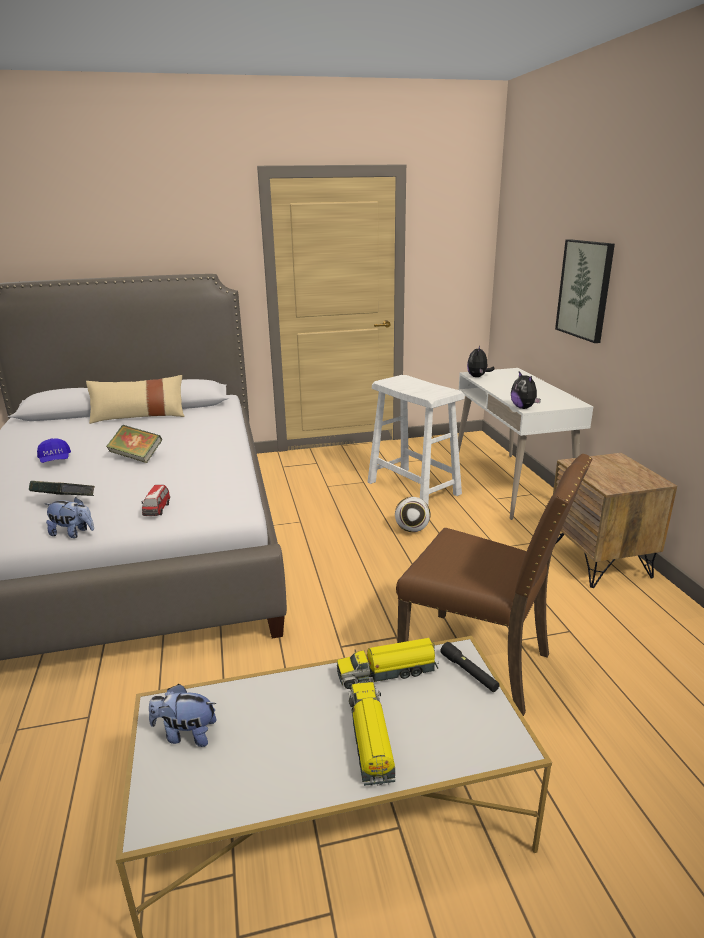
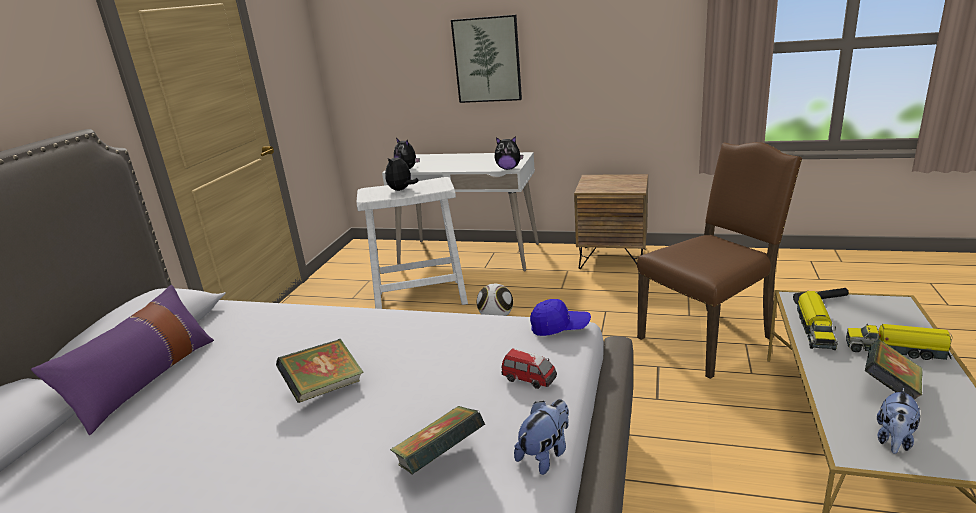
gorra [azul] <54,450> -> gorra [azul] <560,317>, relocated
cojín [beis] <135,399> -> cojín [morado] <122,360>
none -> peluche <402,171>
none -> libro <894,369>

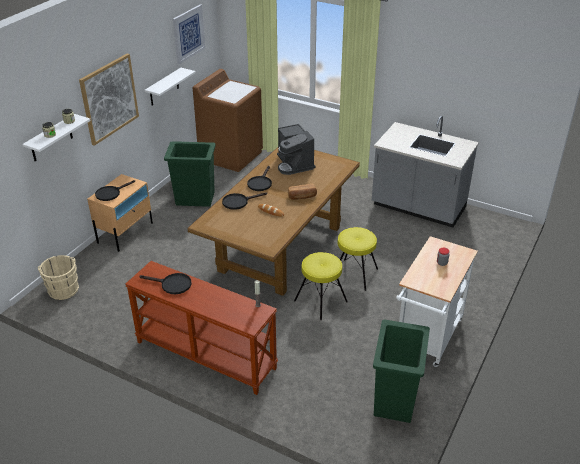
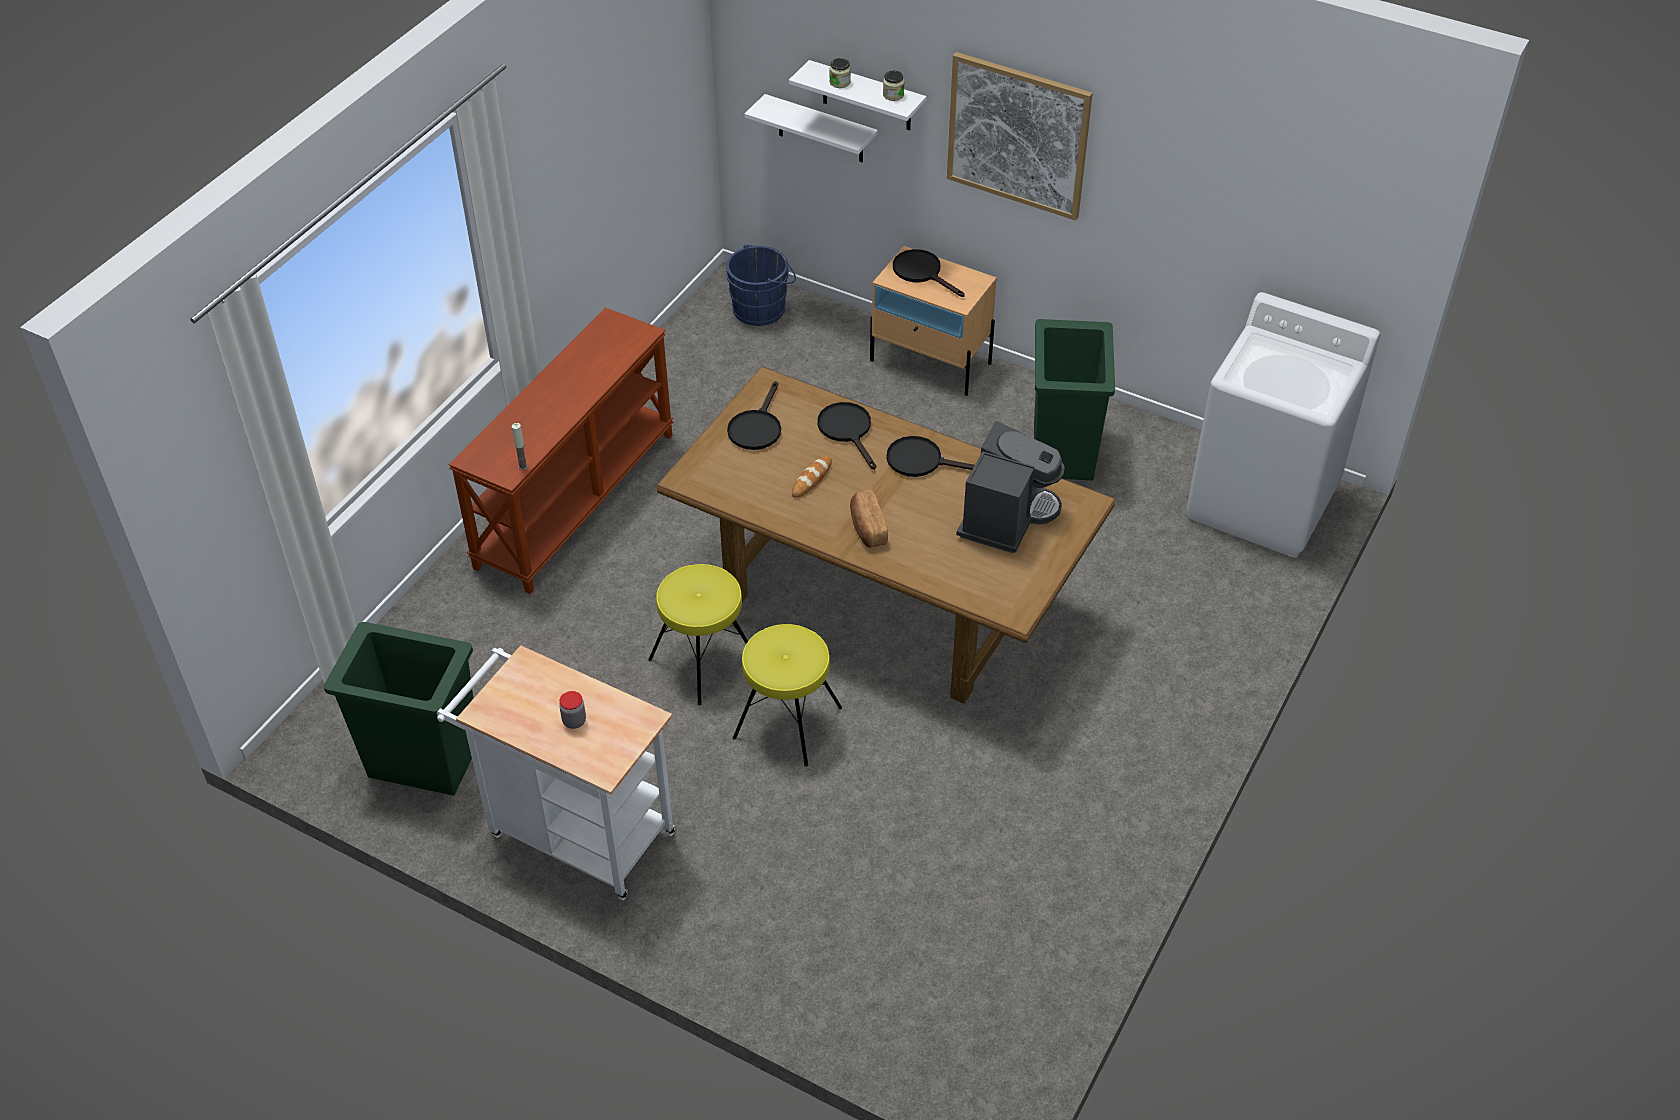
cubo [beis] <58,277> -> cubo [azul] <761,285>
sartén [negro] <165,283> -> sartén [negro] <754,415>, relocated
estante [blanco] <170,87> -> estante [blanco] <811,128>, relocated
cuadro <189,34> -> none
lavadora [marrón] <228,120> -> lavadora [blanco] <1283,425>
cafetera <296,149> -> cafetera <1010,487>, 135 degrees clockwise
mueble bajo de cocina [gris] <425,172> -> none

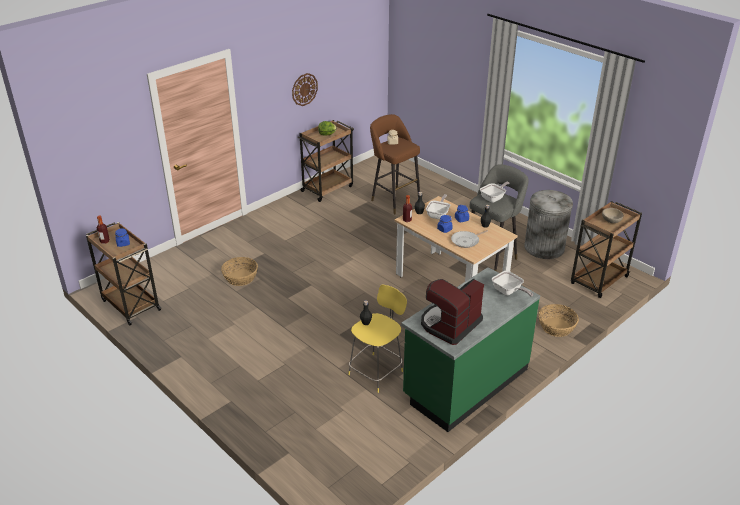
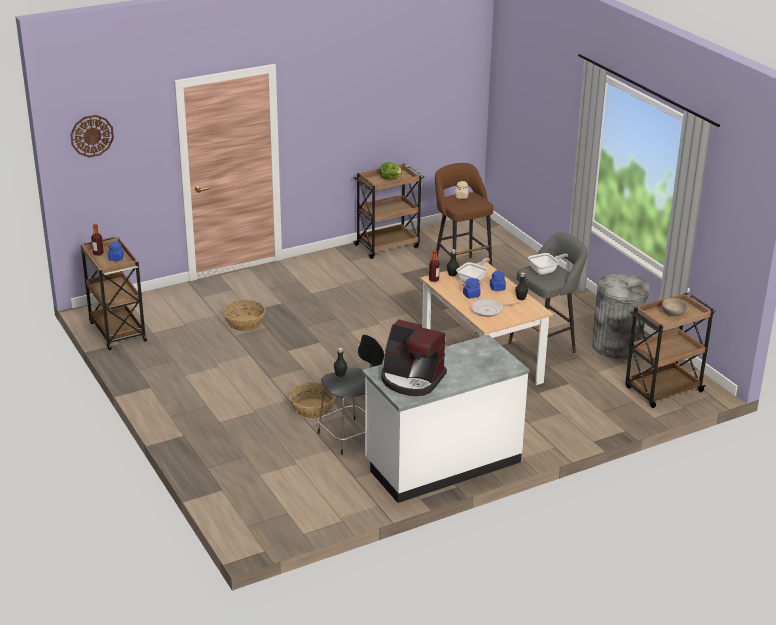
reloj de pared <305,89> -> reloj de pared <92,136>, relocated
taburete [amarillo] <377,339> -> taburete [negro] <351,394>
mueble bajo de cocina [verde] <470,349> -> mueble bajo de cocina [blanco] <445,419>
cafetera <452,312> -> cafetera <414,357>, 120 degrees counterclockwise
sartén <512,284> -> none
cesta <558,320> -> cesta <312,400>, relocated

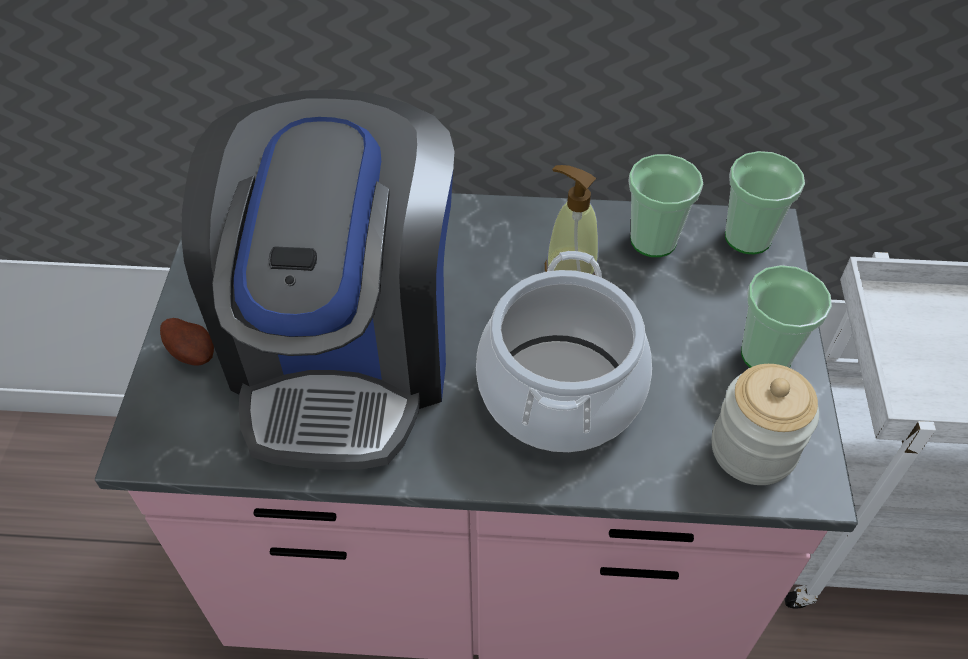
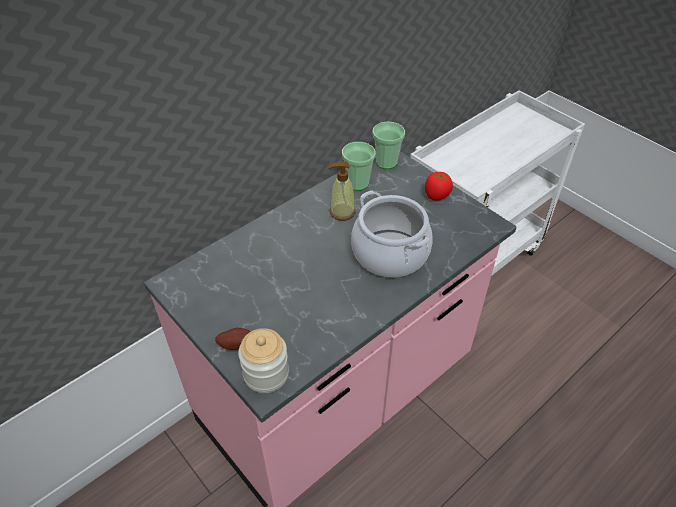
cafetera <318,279> -> none
tarro <765,424> -> tarro <263,360>, relocated
taza <786,316> -> tomate <439,186>

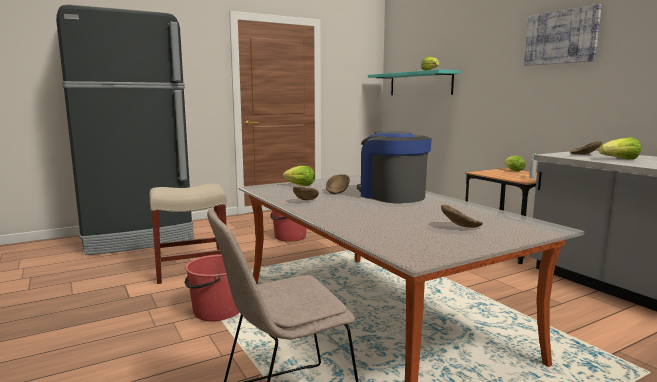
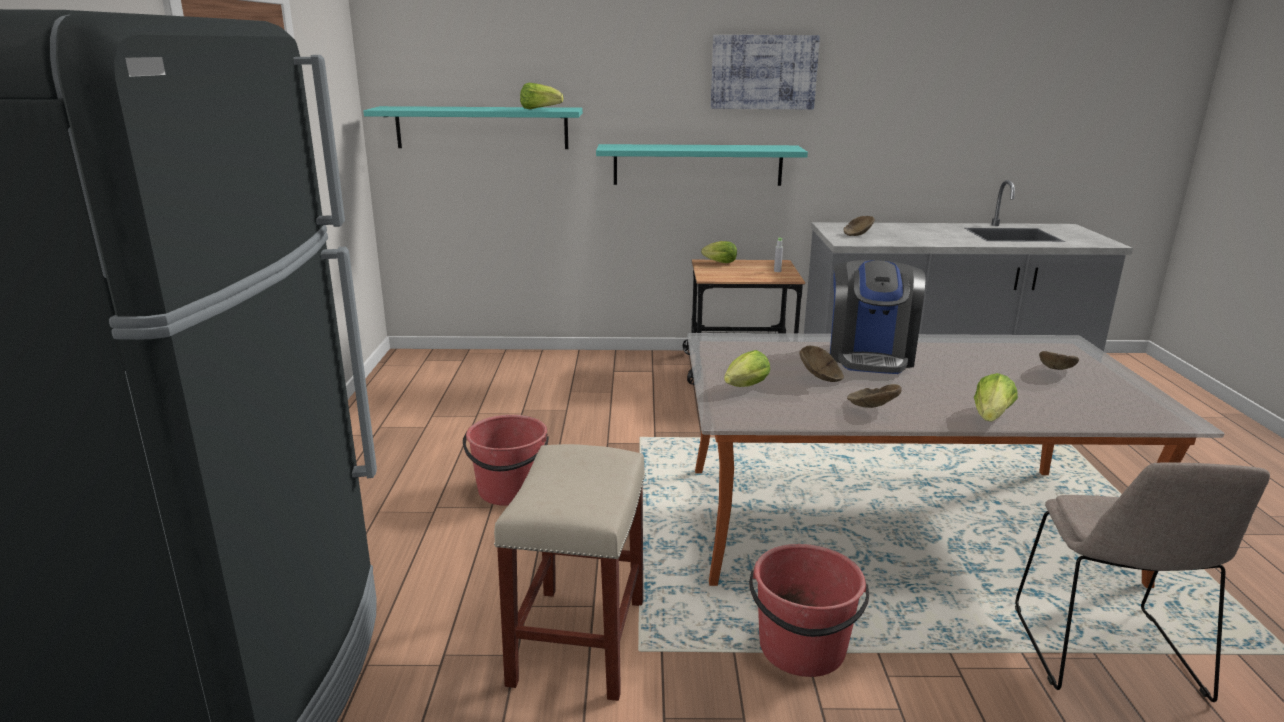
cafetera <394,167> -> cafetera <877,317>, 75 degrees counterclockwise
lechuga <620,148> -> lechuga <996,397>, relocated
none -> estante [turquesa] <702,165>

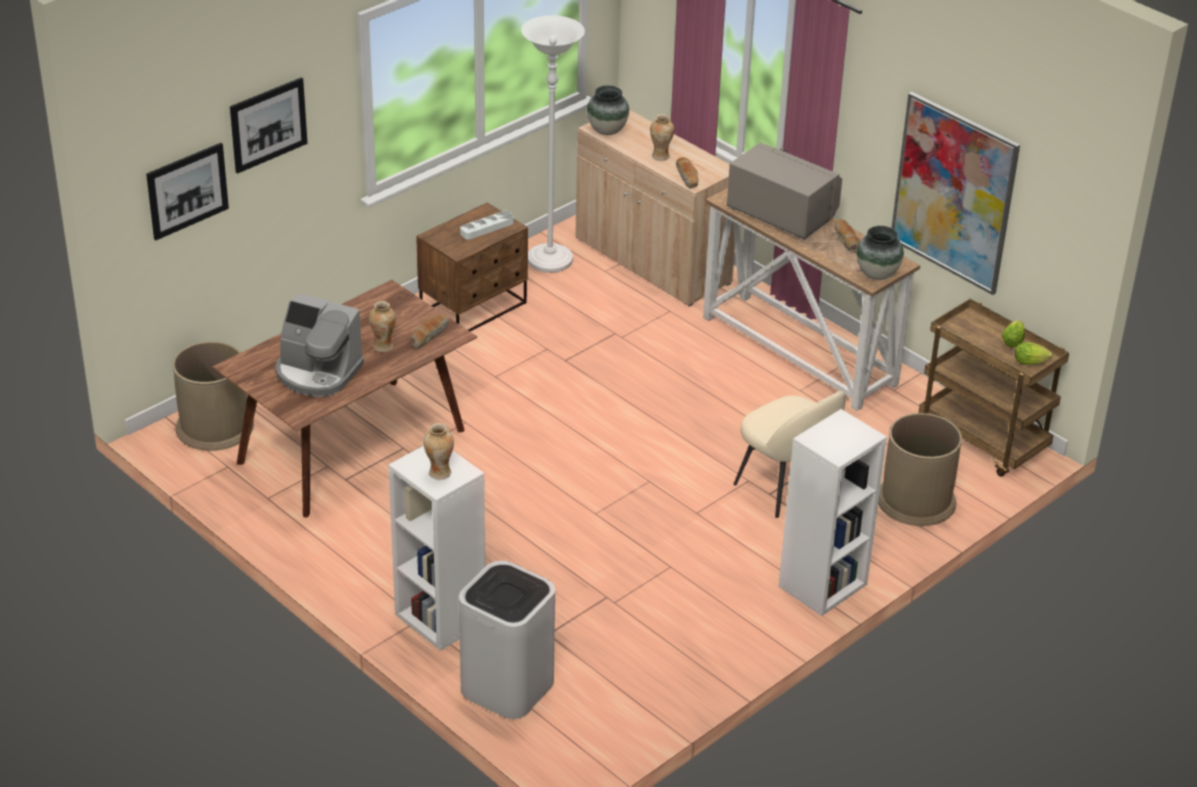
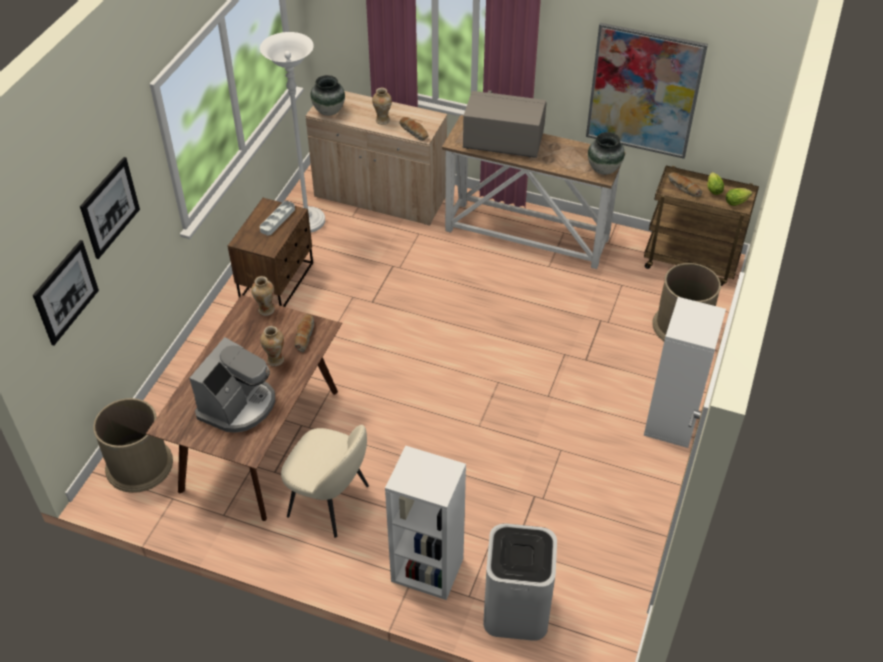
cafetera <320,345> -> cafetera <232,385>, 60 degrees counterclockwise
florero <438,451> -> florero <263,296>, relocated
silla [beis] <789,454> -> silla [beis] <325,481>, relocated
pan <847,236> -> pan <685,184>, relocated

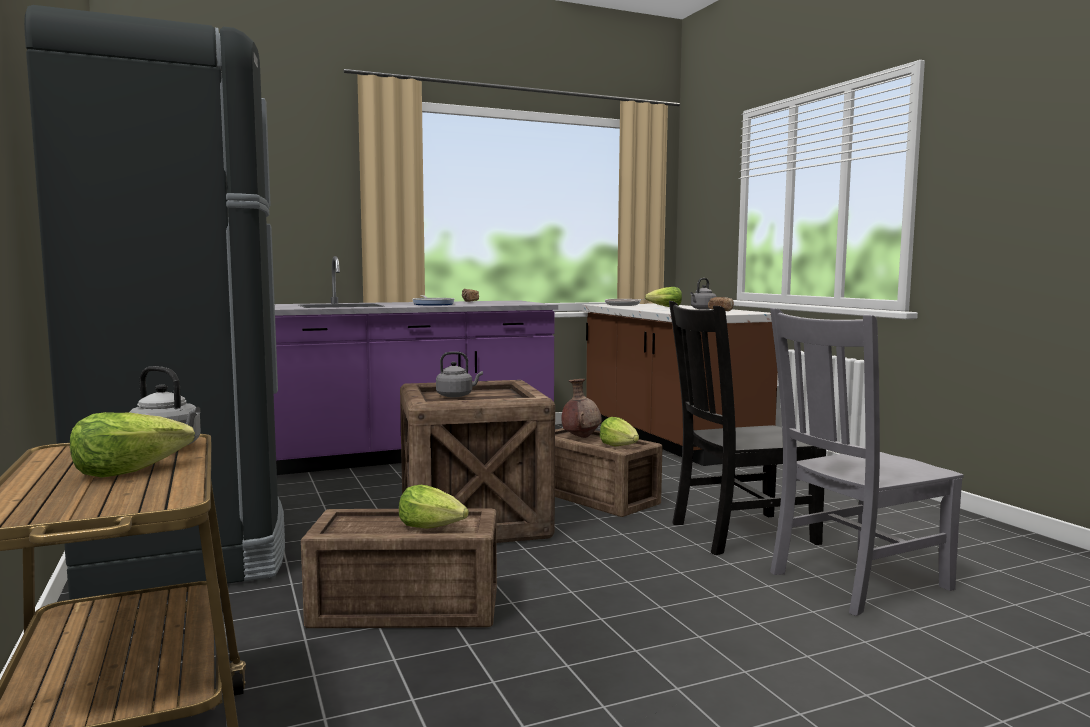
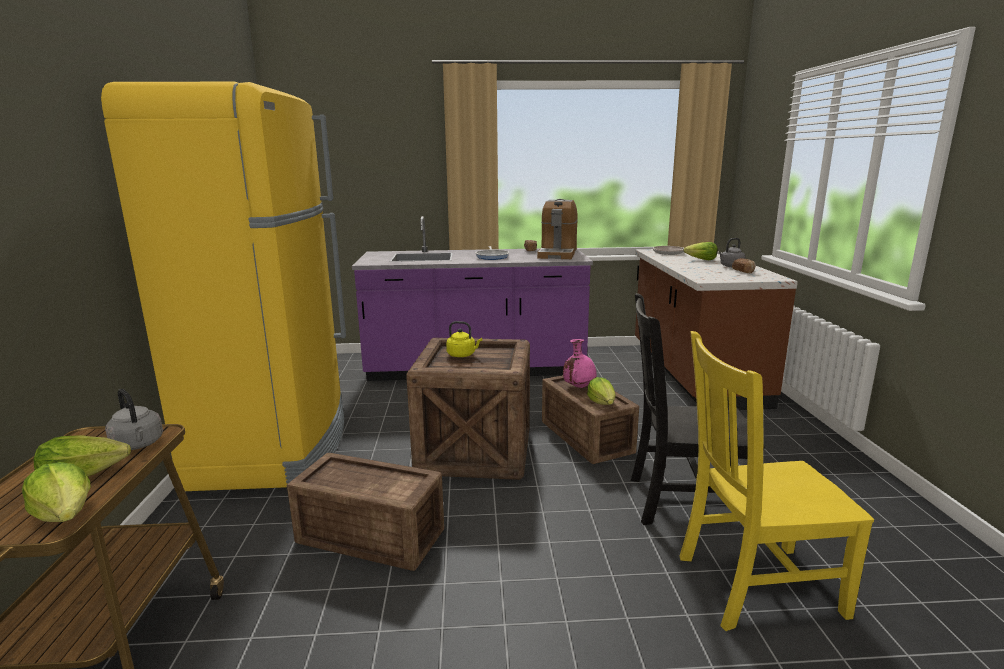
nevera [negro] <154,302> -> nevera [amarillo] <223,286>
lechuga <434,507> -> lechuga <56,492>, relocated
hervidor [gris] <459,374> -> hervidor [amarillo] <464,339>
florero [marrón] <581,408> -> florero [rosa] <580,363>
silla [gris] <867,462> -> silla [amarillo] <777,481>
none -> cafetera <557,229>

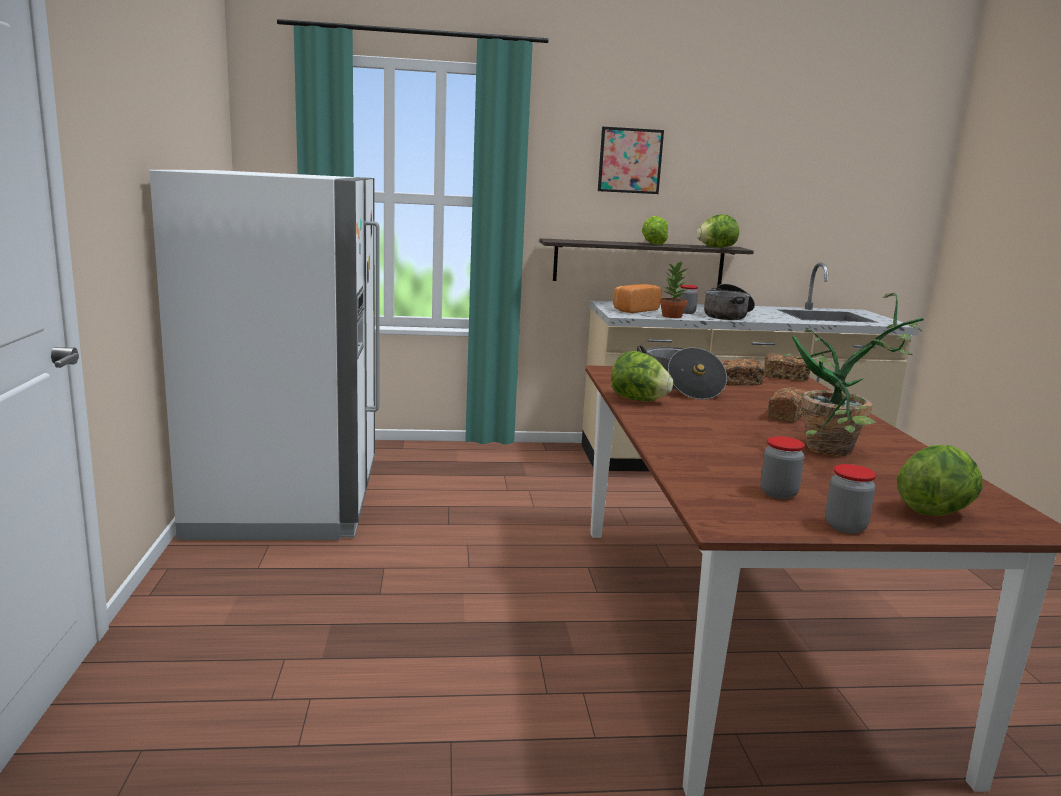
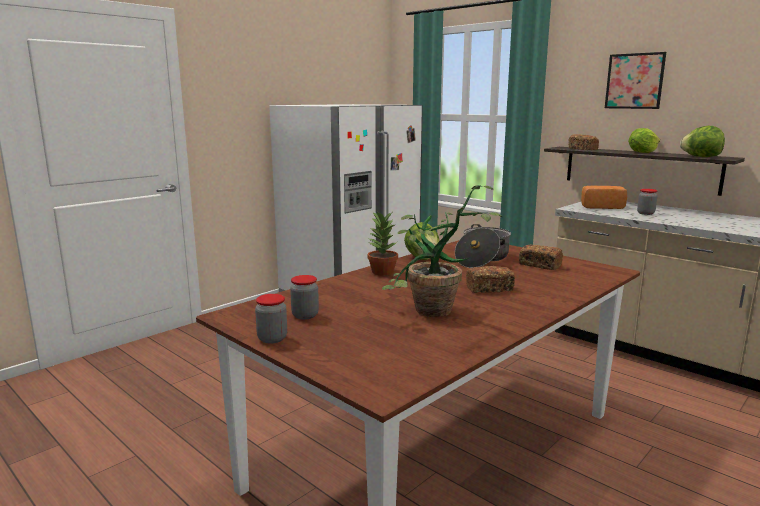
planta en maceta <673,290> -> planta en maceta <383,243>, relocated
olla <729,302> -> none
pan <787,367> -> pan <583,142>, relocated
lechuga <940,480> -> none

